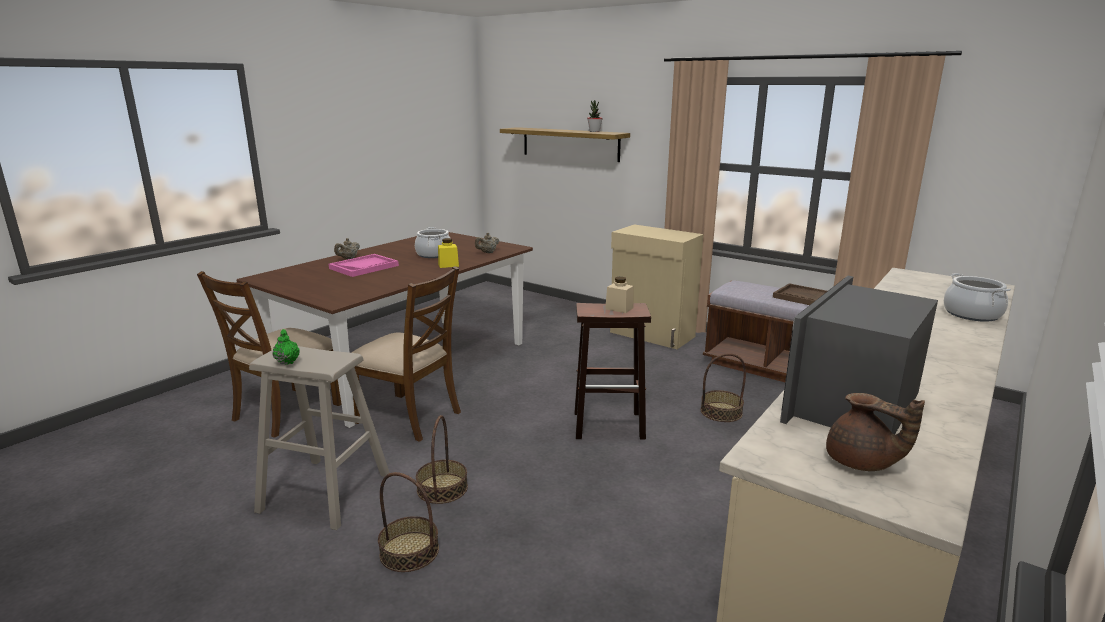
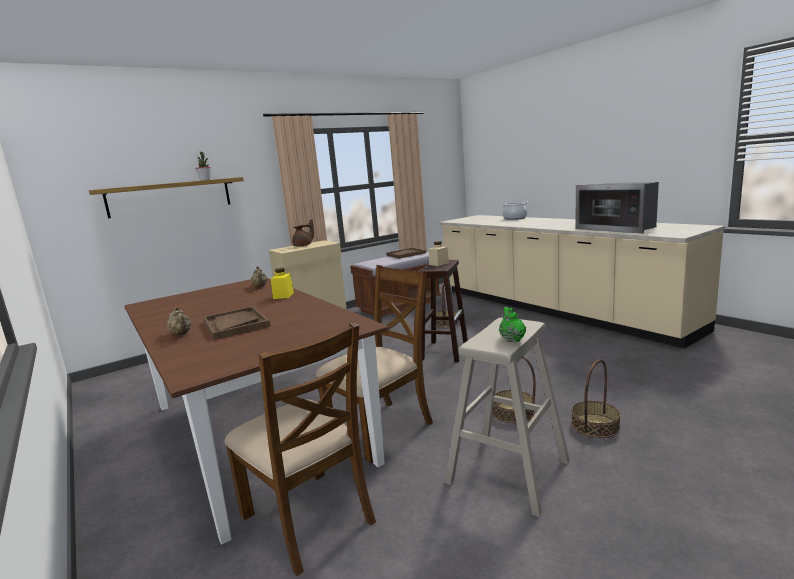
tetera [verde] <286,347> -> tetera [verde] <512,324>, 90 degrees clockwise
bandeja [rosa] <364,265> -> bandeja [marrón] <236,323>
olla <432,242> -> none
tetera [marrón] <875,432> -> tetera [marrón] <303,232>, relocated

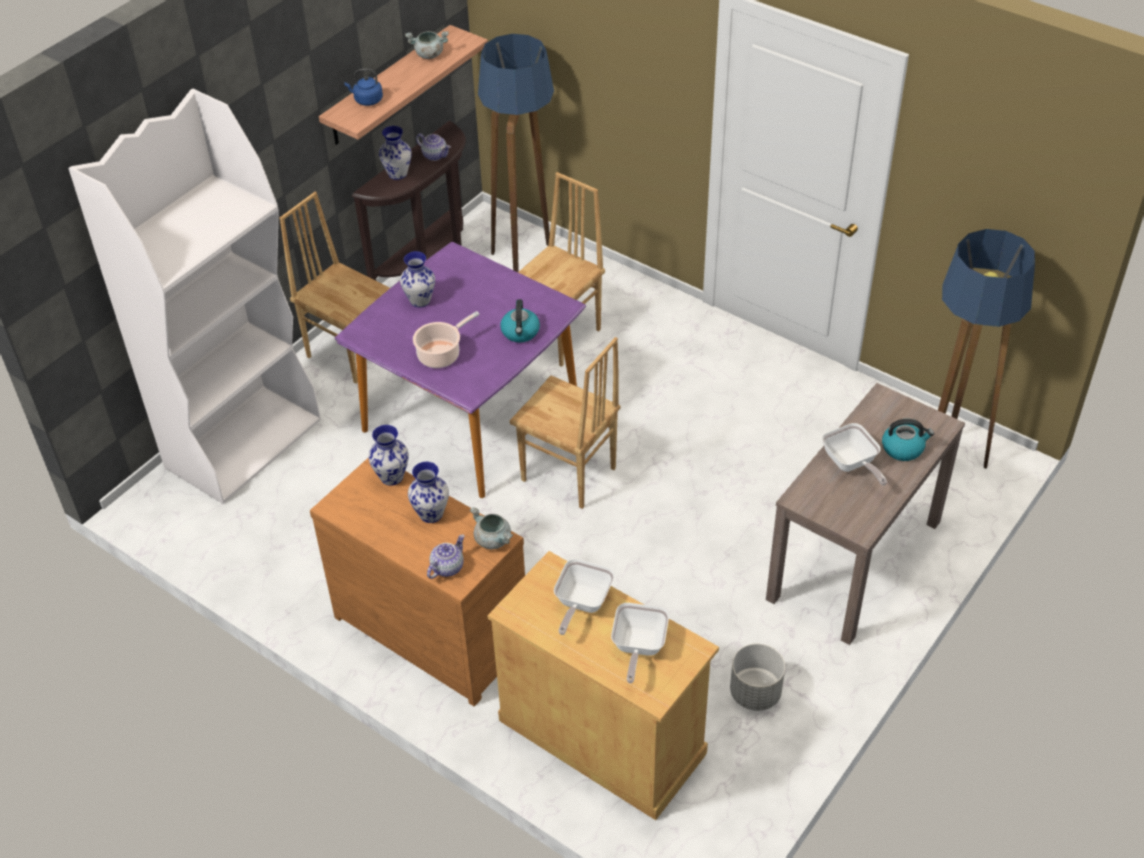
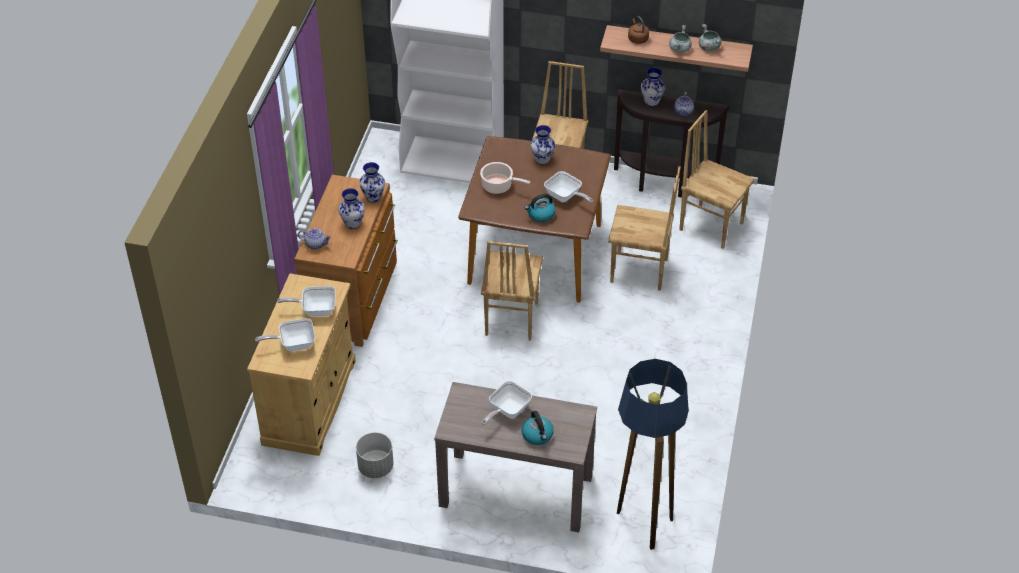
mesa de comedor [morado] <460,370> -> mesa de comedor [marrón] <534,219>
hervidor [azul] <363,87> -> hervidor [marrón] <638,30>
olla [gris] <491,528> -> olla [gris] <680,39>, relocated
lámpara de pie <516,153> -> silla [marrón] <717,179>
none -> sartén <568,187>

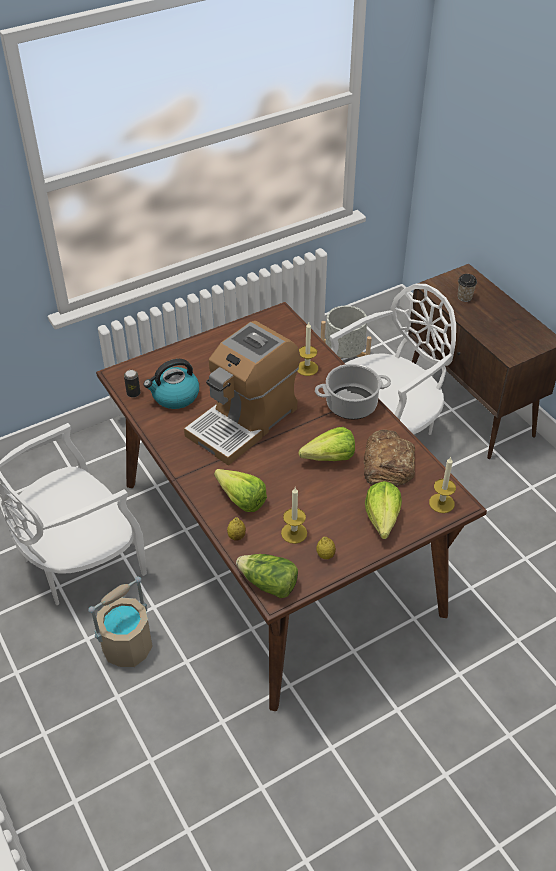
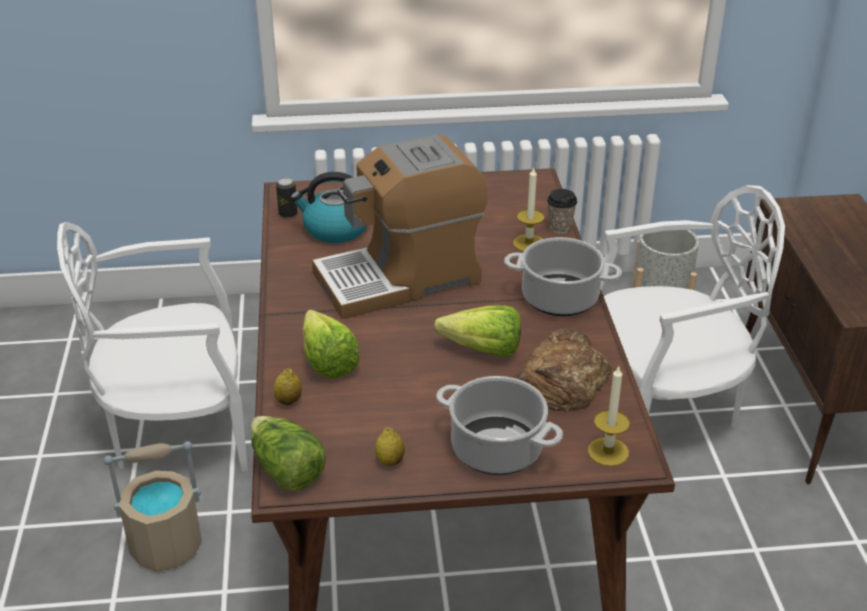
vela <294,515> -> none
lechuga <383,510> -> olla <499,425>
taza <467,288> -> taza <562,211>, relocated

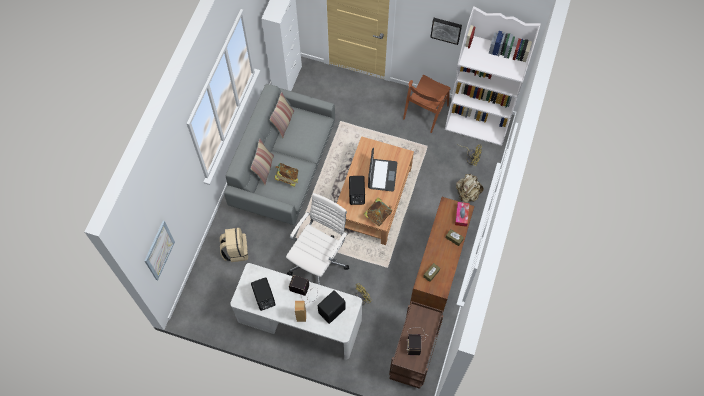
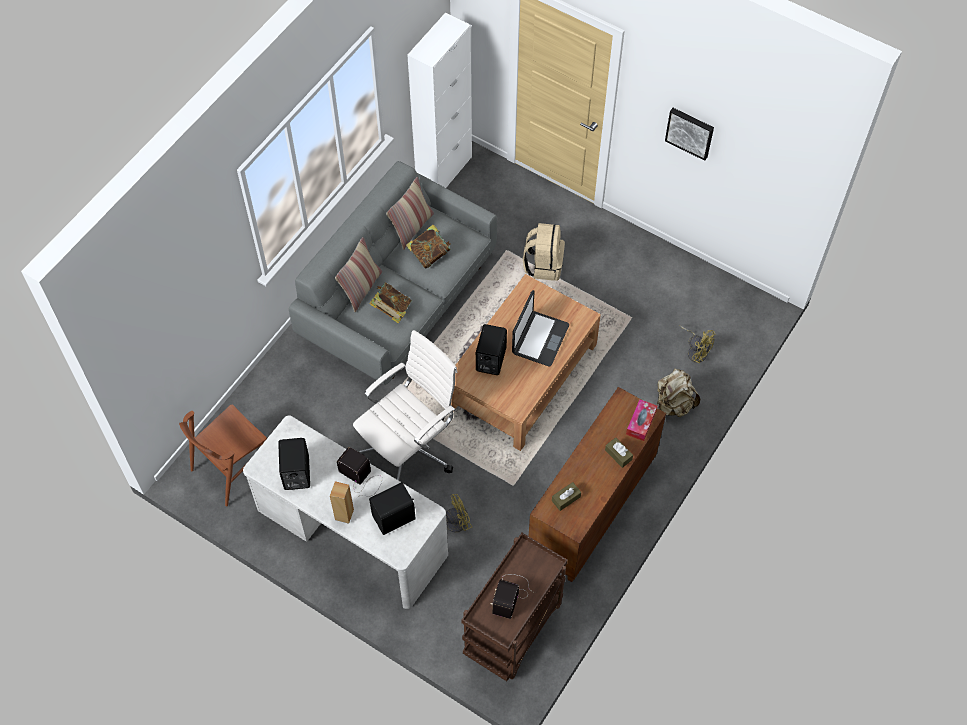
cuadro <159,250> -> none
mochila [beis] <234,245> -> mochila [beis] <544,252>, relocated
libro <378,211> -> libro <428,247>, relocated
silla [marrón] <427,104> -> silla [marrón] <223,455>, relocated
estantería [blanco] <493,76> -> none

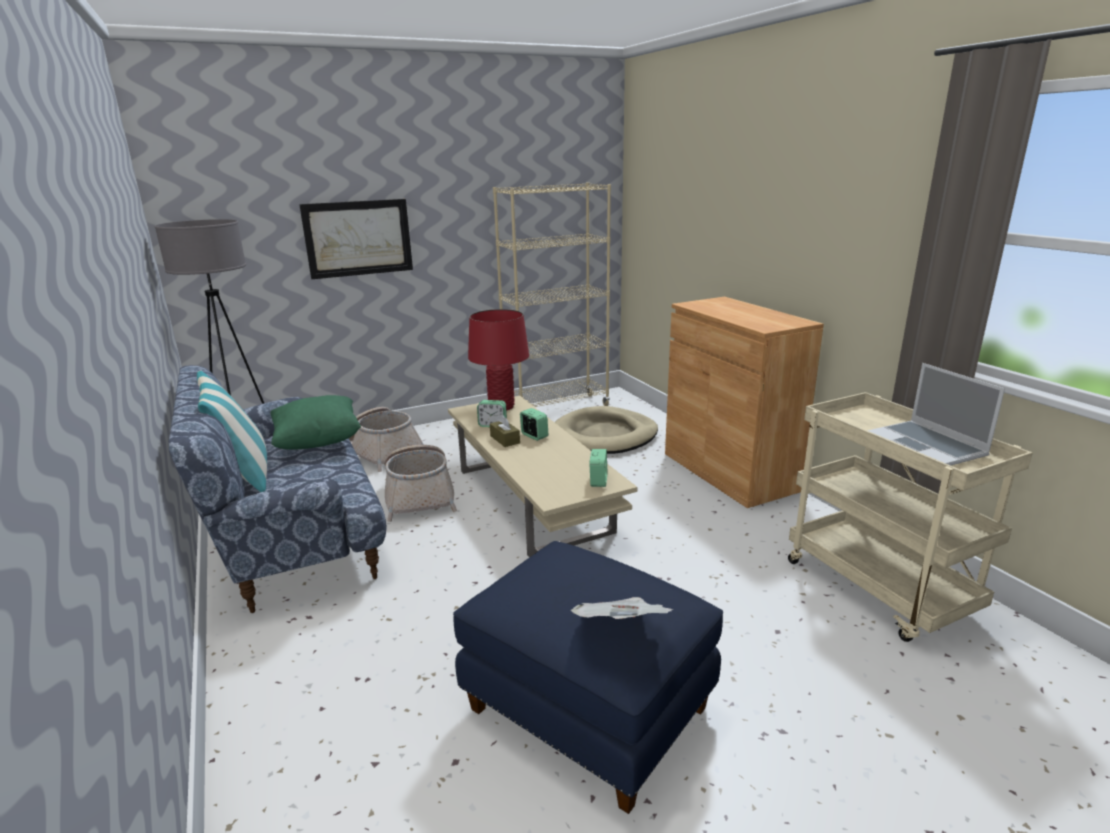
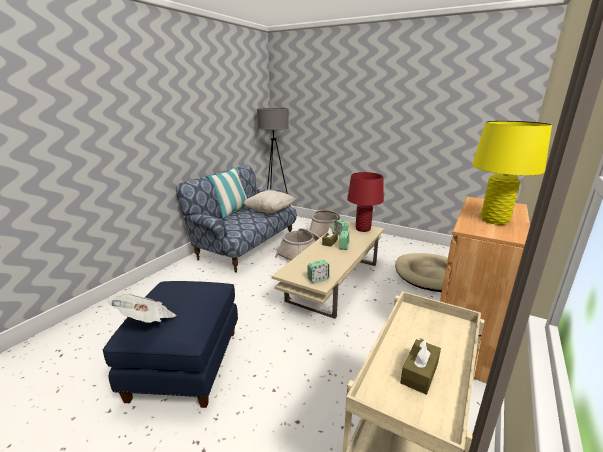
cojín [verde] <315,422> -> cojín [beis] <269,201>
cuadro <356,239> -> none
estantería [beis] <552,295> -> none
portátil <936,414> -> caja de pañuelos [marrón] <420,366>
none -> lámpara de mesa [amarillo] <512,173>

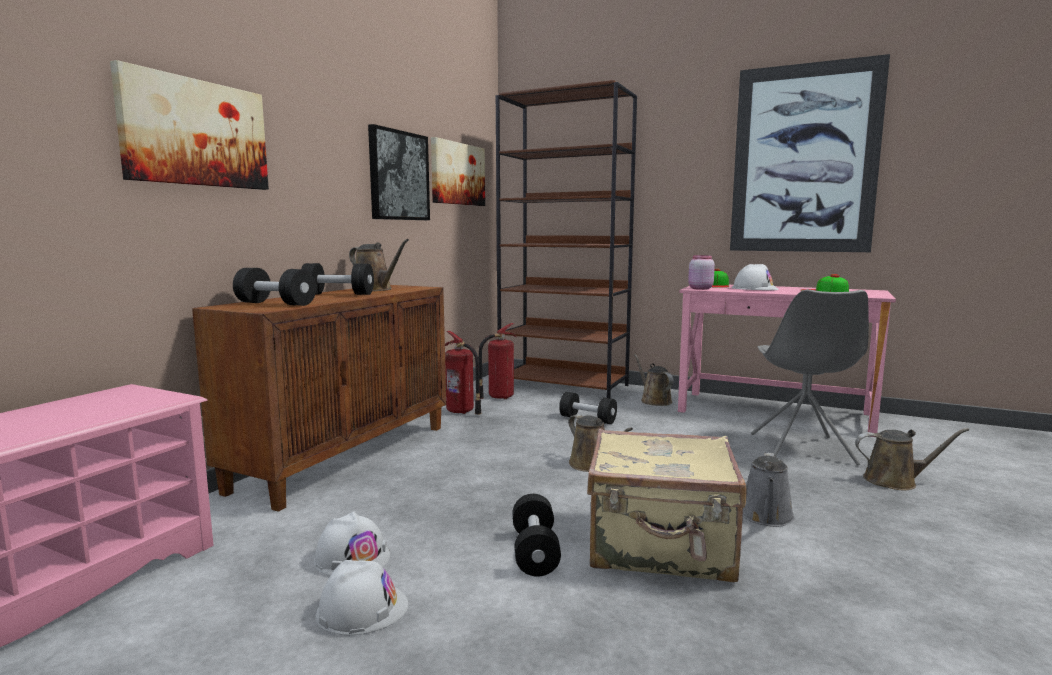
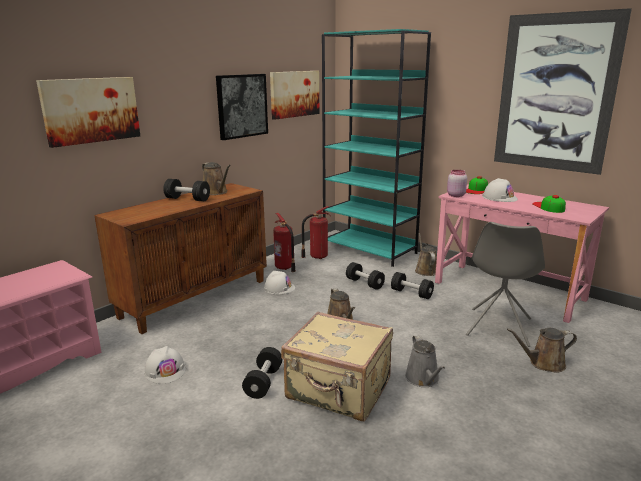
mancuerna [negro] <274,287> -> mancuerna [negro] <412,285>, relocated
casco [blanco] <362,597> -> casco [blanco] <279,282>, relocated
estantería [marrón] <566,239> -> estantería [turquesa] <376,148>
regadera [gris] <769,490> -> regadera [gris] <425,361>, 45 degrees counterclockwise
regadera [marrón] <912,459> -> regadera [marrón] <542,350>, 150 degrees clockwise

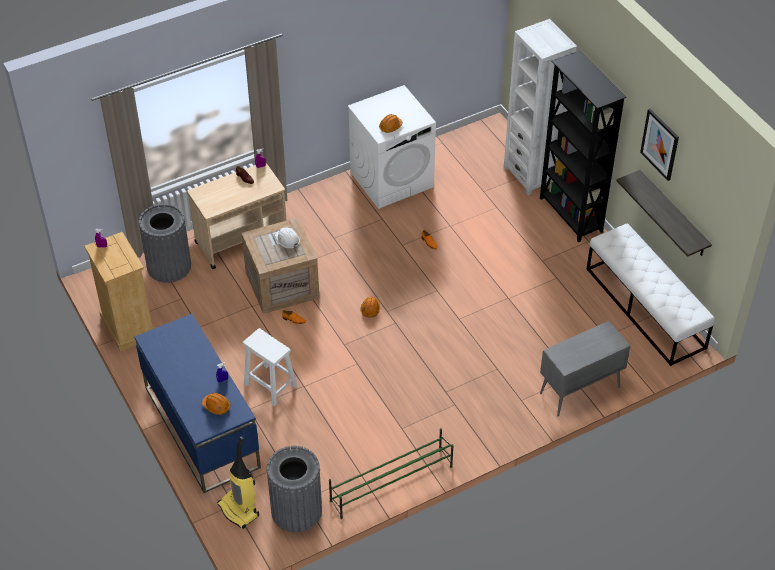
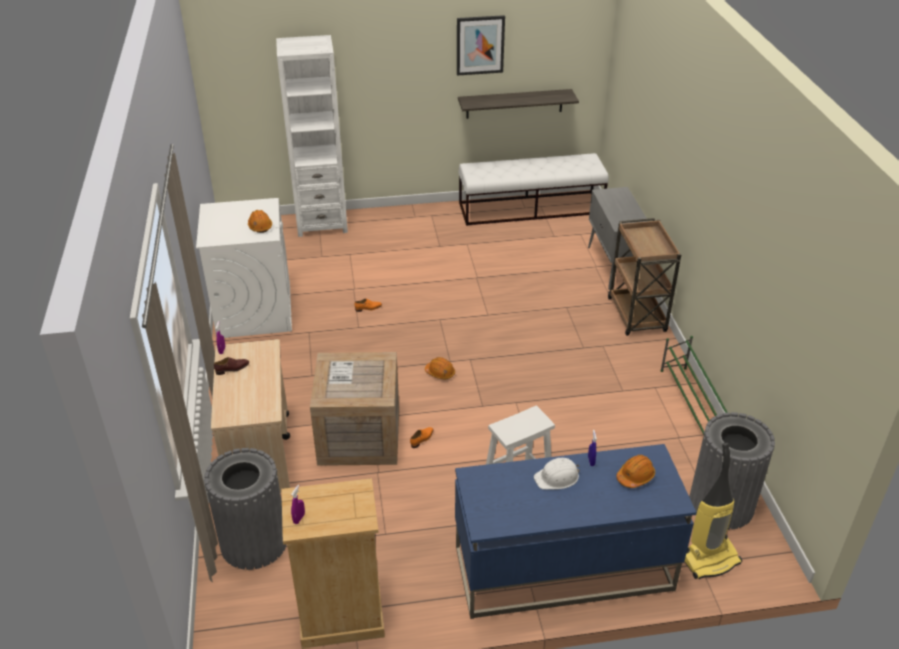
casco [blanco] <287,237> -> casco [blanco] <557,474>, relocated
estantería [negro] <583,146> -> none
none -> carrito [marrón] <644,277>

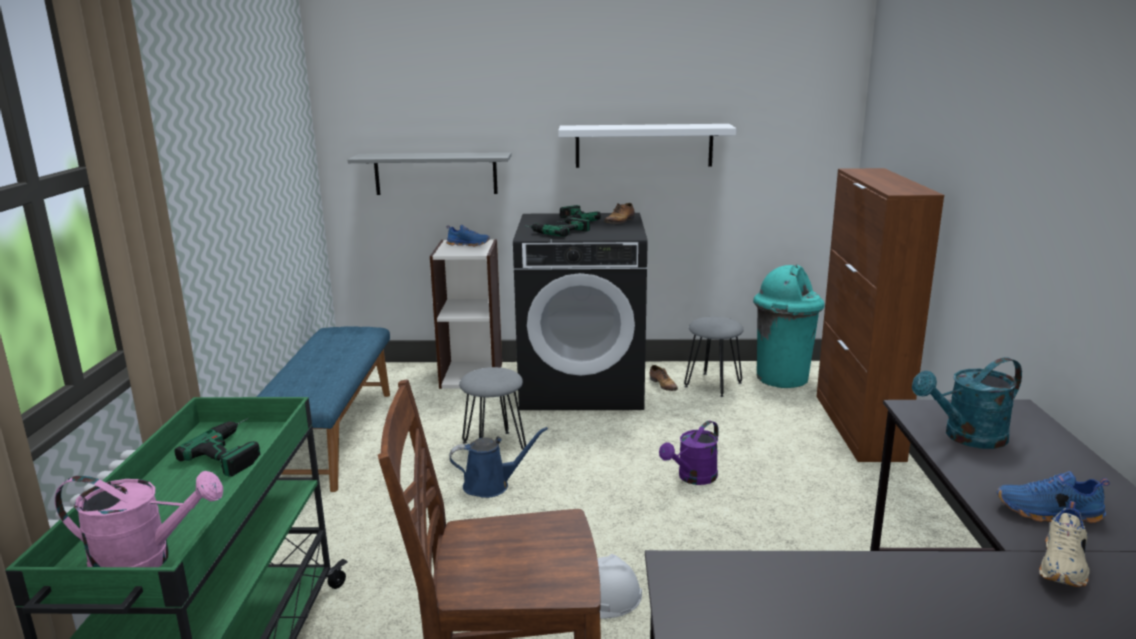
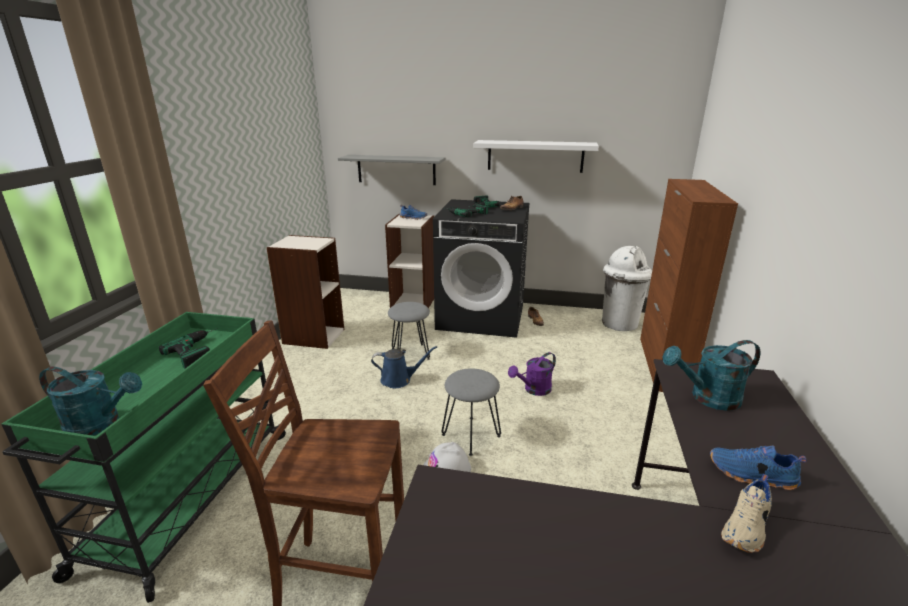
regadera [rosa] <139,519> -> regadera [turquesa] <90,401>
banco [azul] <323,409> -> estantería <305,292>
taburete [gris] <714,356> -> taburete [gris] <471,412>, relocated
papelera [turquesa] <789,326> -> papelera [blanco] <627,288>

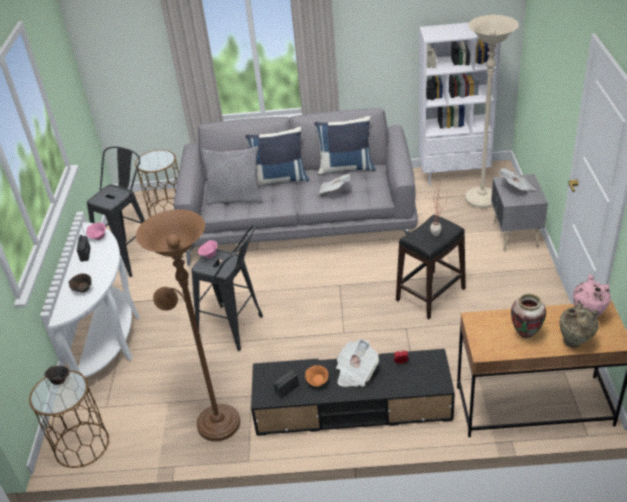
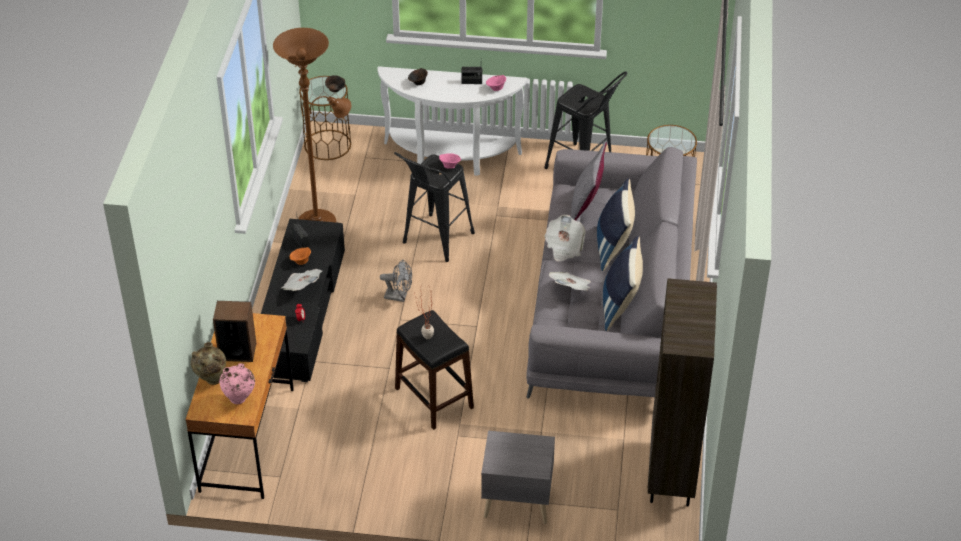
estantería [blanco] <460,104> -> estantería [marrón] <682,392>
lámpara de pie [beis] <492,111> -> none
periódico <517,179> -> periódico <565,238>, relocated
florero <528,315> -> altavoz <234,331>
none -> ventilador [gris] <396,281>

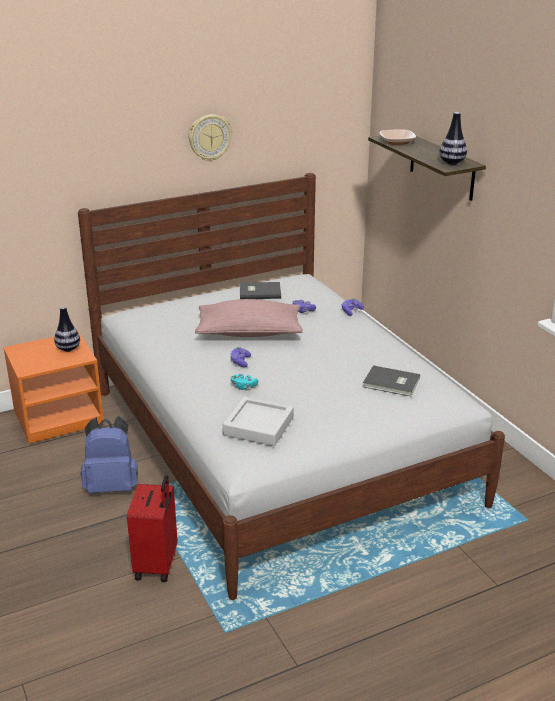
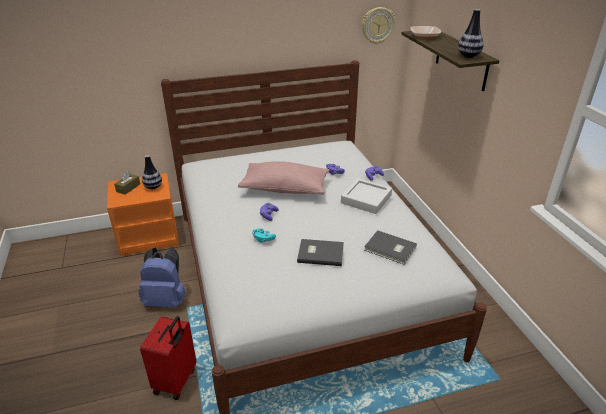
reloj de pared <210,137> -> reloj de pared <378,25>, relocated
bandeja [gris] <258,421> -> bandeja [gris] <366,196>, relocated
libro [gris] <260,290> -> libro [gris] <320,252>, relocated
none -> caja de pañuelos [marrón] <127,182>

